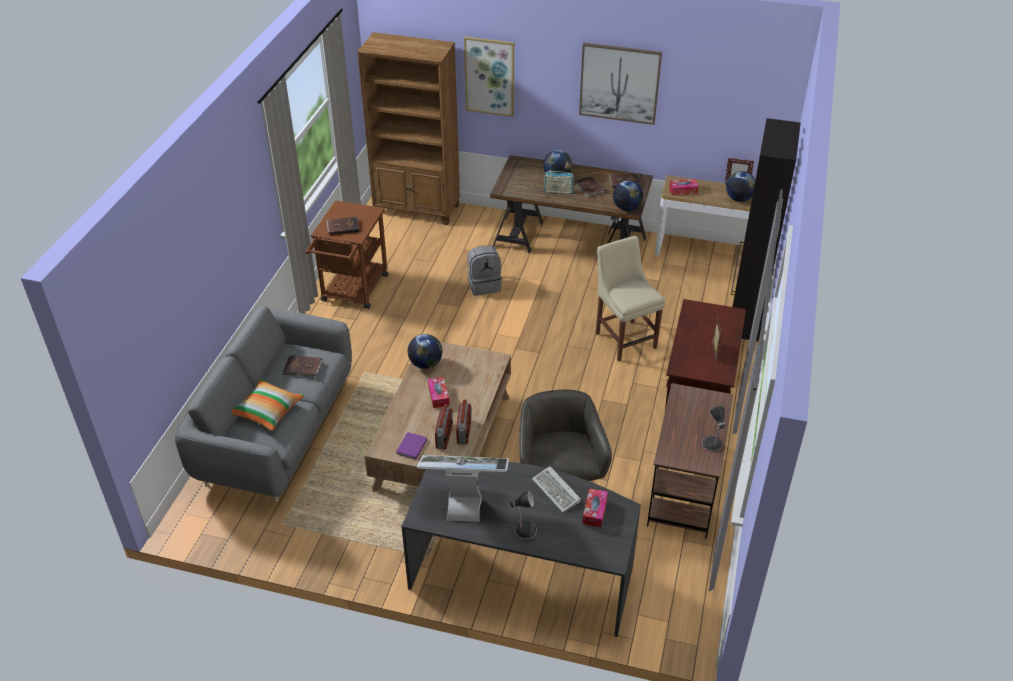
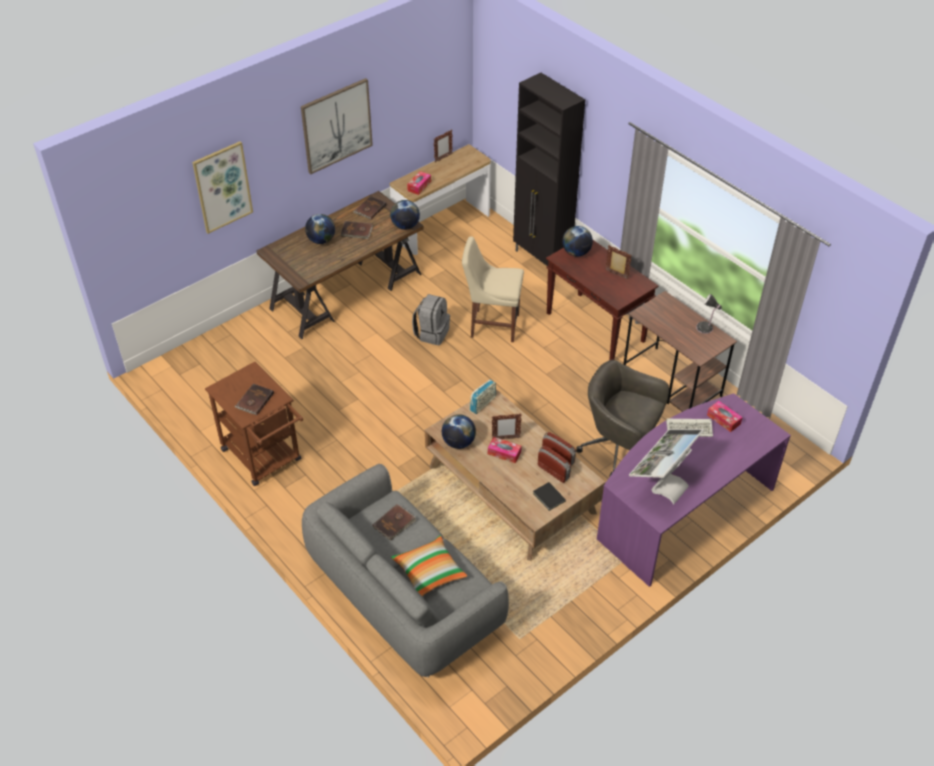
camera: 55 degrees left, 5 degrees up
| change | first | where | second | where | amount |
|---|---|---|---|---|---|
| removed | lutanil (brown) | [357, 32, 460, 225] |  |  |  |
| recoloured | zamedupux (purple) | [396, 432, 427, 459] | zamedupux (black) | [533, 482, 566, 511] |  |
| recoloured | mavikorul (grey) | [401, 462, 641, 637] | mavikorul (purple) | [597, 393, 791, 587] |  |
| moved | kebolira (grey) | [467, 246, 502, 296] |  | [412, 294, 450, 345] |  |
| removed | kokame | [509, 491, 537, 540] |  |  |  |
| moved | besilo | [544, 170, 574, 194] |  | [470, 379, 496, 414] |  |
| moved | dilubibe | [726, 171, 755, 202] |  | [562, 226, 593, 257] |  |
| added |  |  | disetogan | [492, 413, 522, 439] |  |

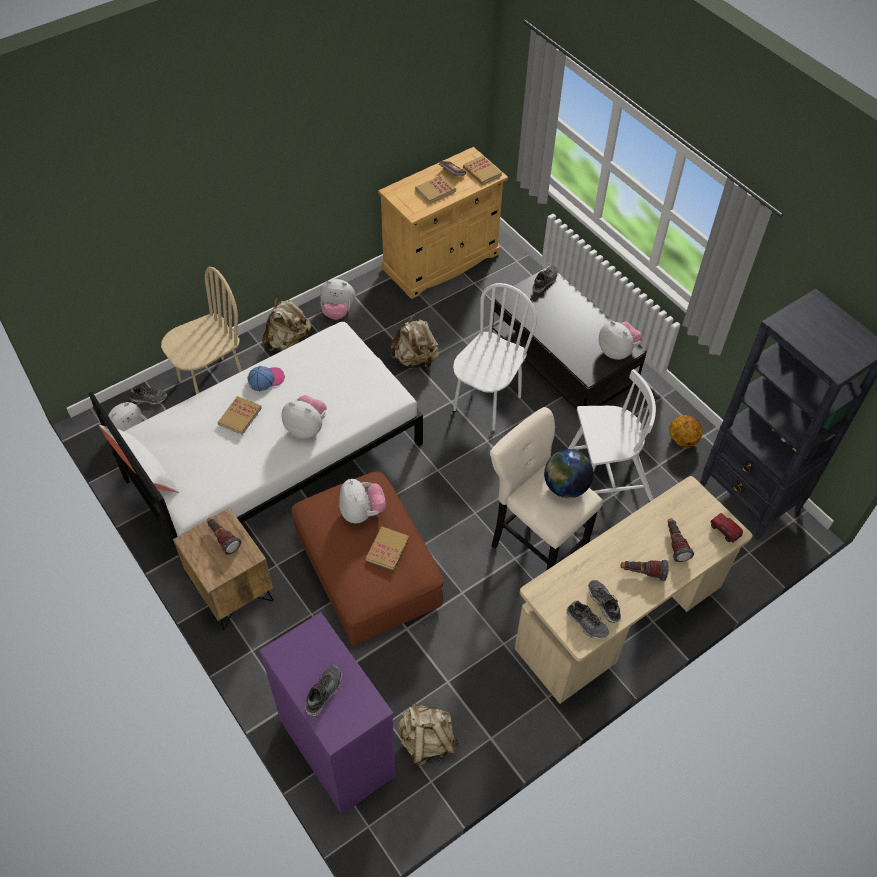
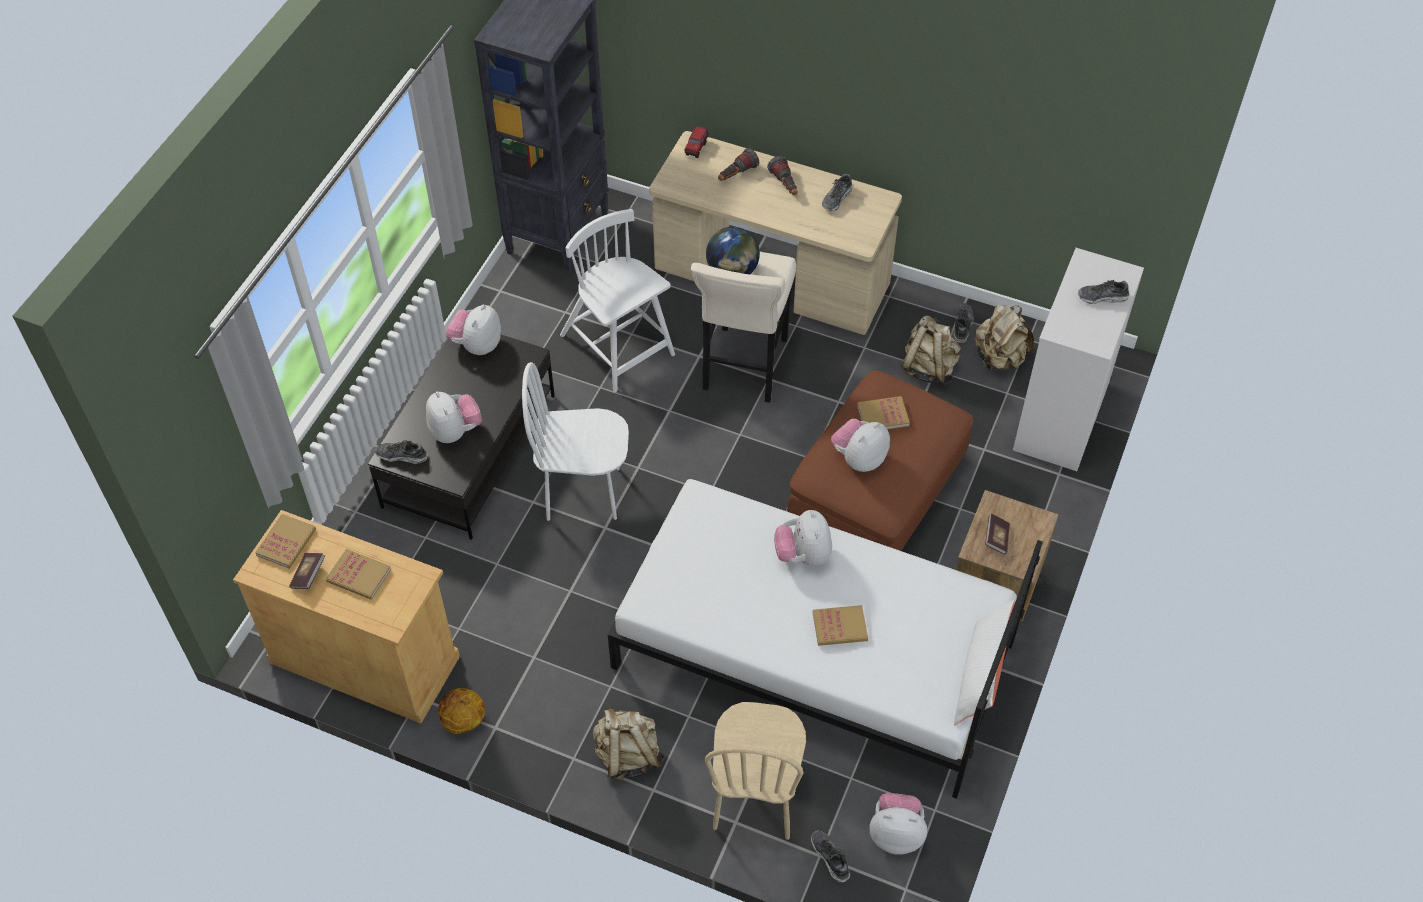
camera: 120 degrees left, 0 degrees up
| change | first | where | second | where | amount |
|---|---|---|---|---|---|
| turned | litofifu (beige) | [161, 267, 242, 394] |  | [705, 702, 806, 840] | 105 degrees counterclockwise |
| replaced | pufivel | [207, 518, 241, 555] | zamedupux | [985, 513, 1010, 554] |  |
| removed | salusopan | [247, 366, 285, 391] |  |  |  |
| recoloured | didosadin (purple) | [259, 612, 396, 814] | didosadin (white) | [1013, 248, 1144, 471] |  |
| moved | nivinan | [320, 279, 355, 320] |  | [426, 391, 482, 443] |  |
| moved | kebolira (beige) | [390, 314, 439, 369] |  | [901, 316, 961, 385] |  |
| moved | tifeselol | [566, 601, 609, 639] |  | [953, 303, 974, 343] |  |
| moved | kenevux | [669, 415, 703, 448] |  | [438, 688, 485, 734] |  |

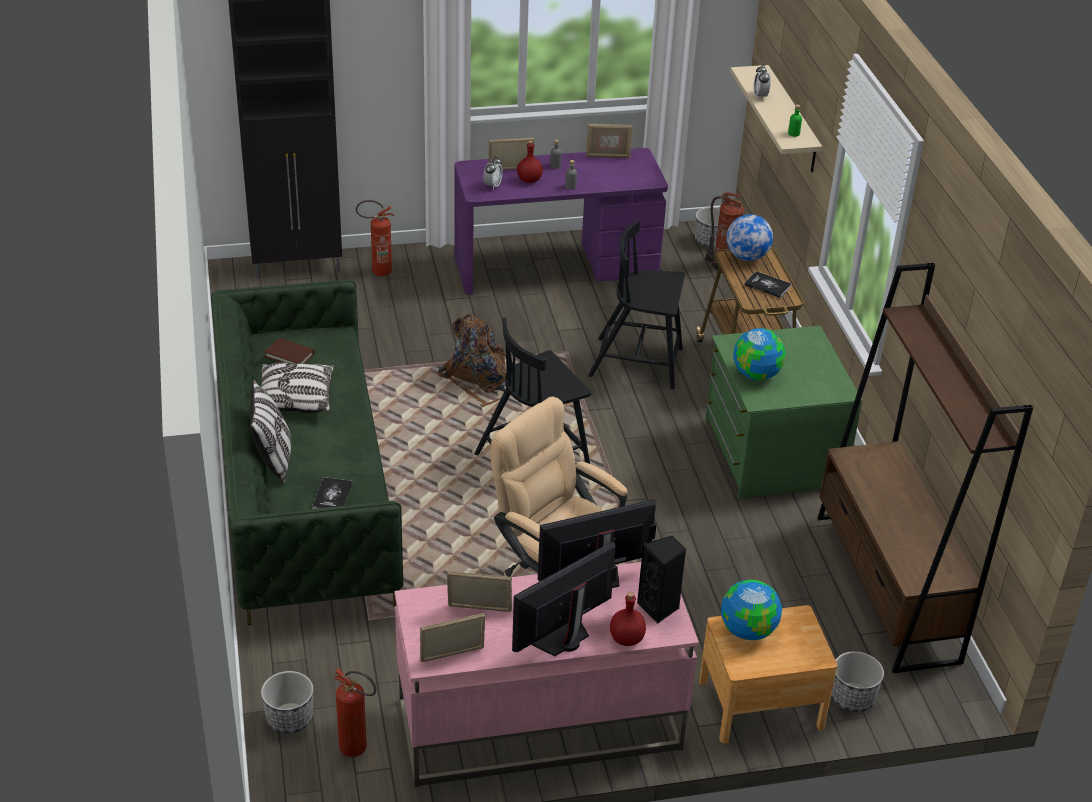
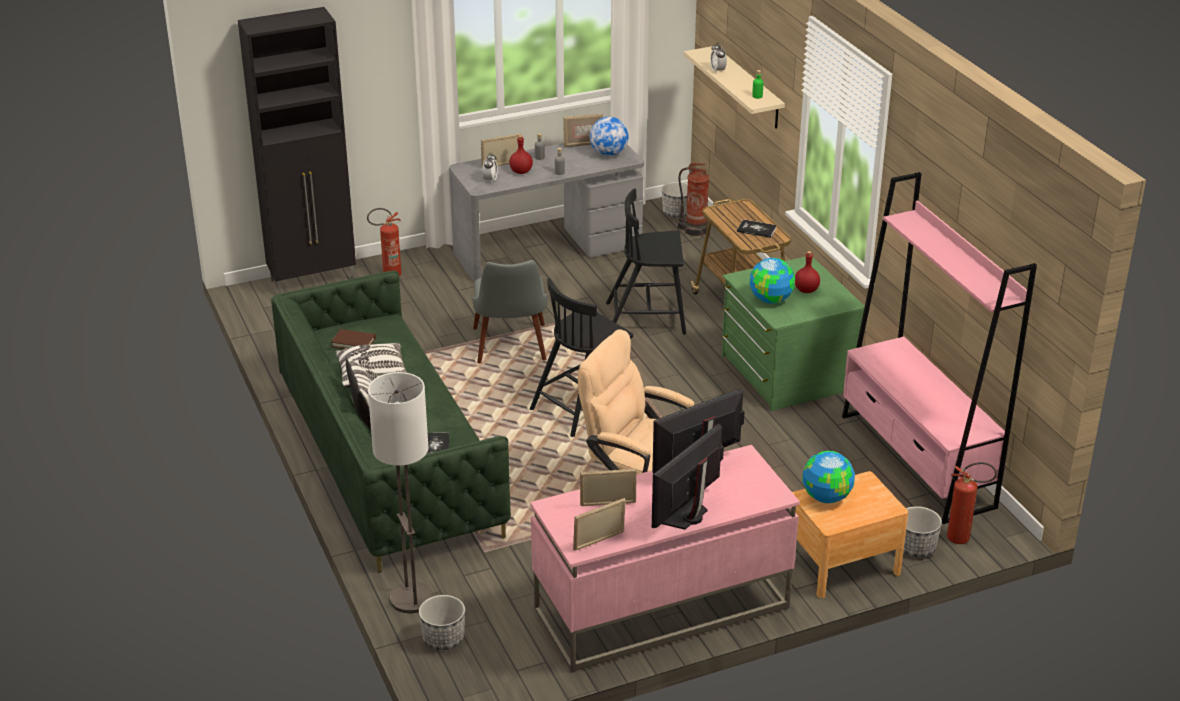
camera: 10 degrees left, 5 degrees down
| change | first | where | second | where | amount |
|---|---|---|---|---|---|
| moved | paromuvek | [333, 668, 376, 757] |  | [947, 462, 997, 544] |  |
| replaced | kebolira (brown) | [438, 314, 507, 407] | litofifu (grey) | [472, 260, 548, 364] |  |
| recoloured | mavikorul (purple) | [454, 148, 668, 295] | mavikorul (grey) | [449, 143, 644, 283] |  |
| moved | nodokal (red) | [610, 592, 646, 646] |  | [795, 251, 820, 293] |  |
| removed | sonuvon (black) | [637, 536, 686, 624] |  |  |  |
| moved | dilubibe | [726, 214, 773, 261] |  | [590, 117, 629, 156] |  |
| recoloured | lutanil (brown) | [818, 263, 1033, 673] | lutanil (pink) | [842, 172, 1037, 524] |  |
| added |  |  | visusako | [368, 372, 433, 613] |  |

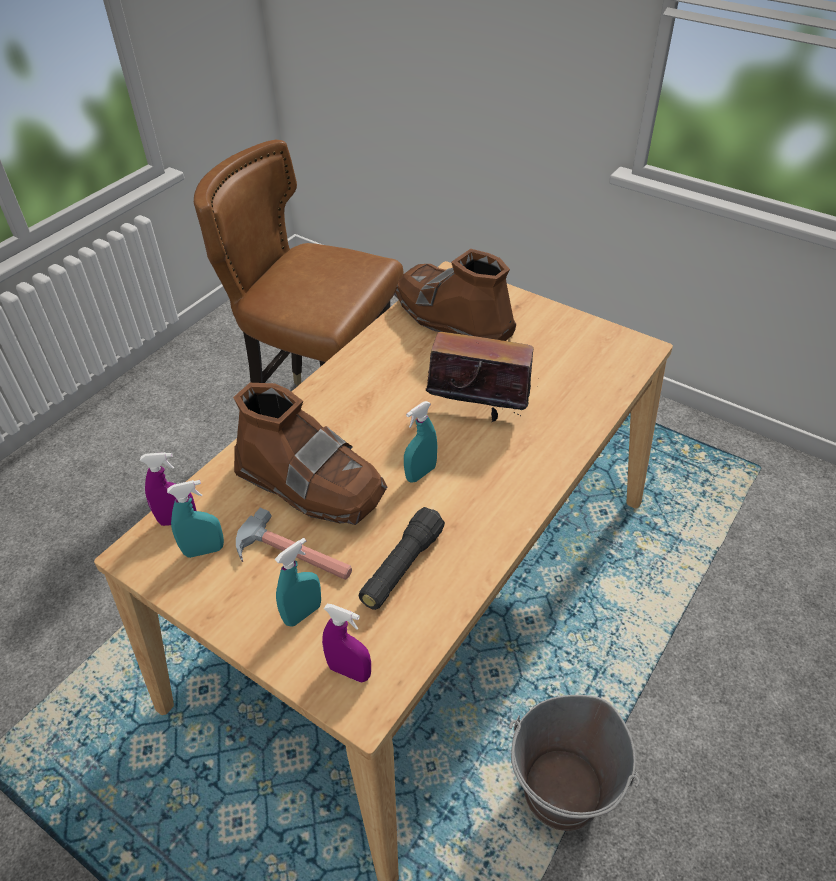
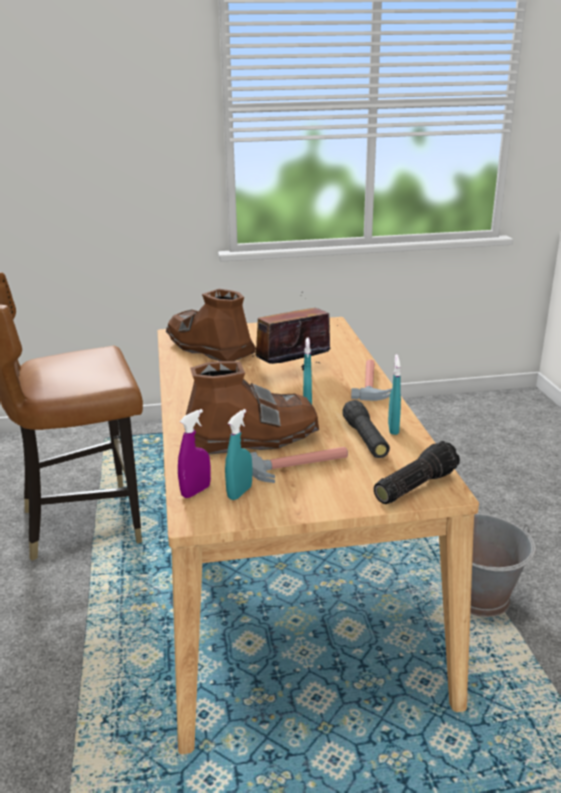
camera: 45 degrees left, 20 degrees down
| change | first | where | second | where | amount |
|---|---|---|---|---|---|
| moved | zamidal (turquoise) | [275, 538, 321, 627] |  | [388, 354, 401, 435] |  |
| replaced | zamidal (purple) | [322, 604, 371, 683] | pufivel | [374, 441, 460, 504] |  |
| turned | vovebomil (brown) | [394, 249, 516, 341] |  | [166, 289, 256, 361] | 45 degrees clockwise |
| added |  |  | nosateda | [351, 359, 392, 401] |  |

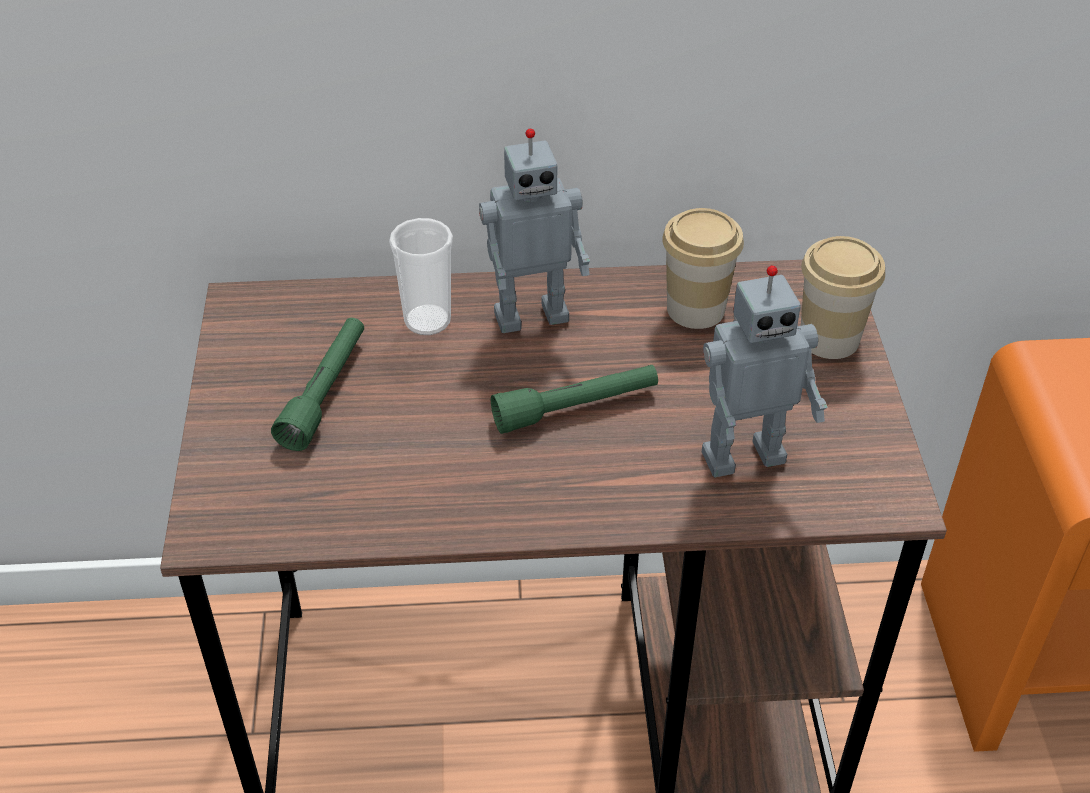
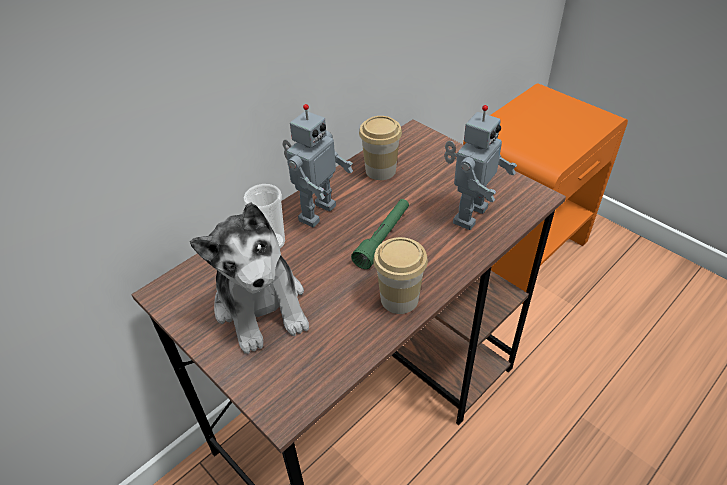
camera: 40 degrees left, 0 degrees up
| change | first | where | second | where | amount |
|---|---|---|---|---|---|
| replaced | pufivel (green) | [271, 318, 364, 451] | nivinan | [190, 202, 309, 354] |  |
| moved | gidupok | [801, 236, 885, 359] |  | [373, 237, 428, 314] |  |

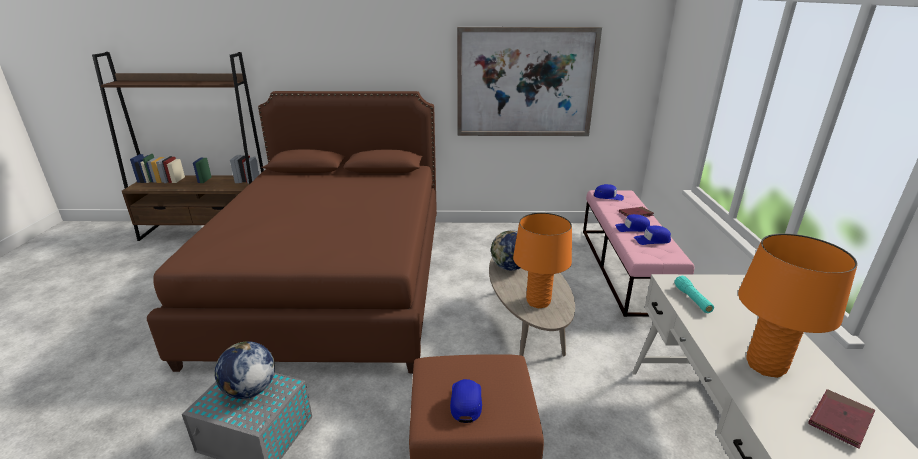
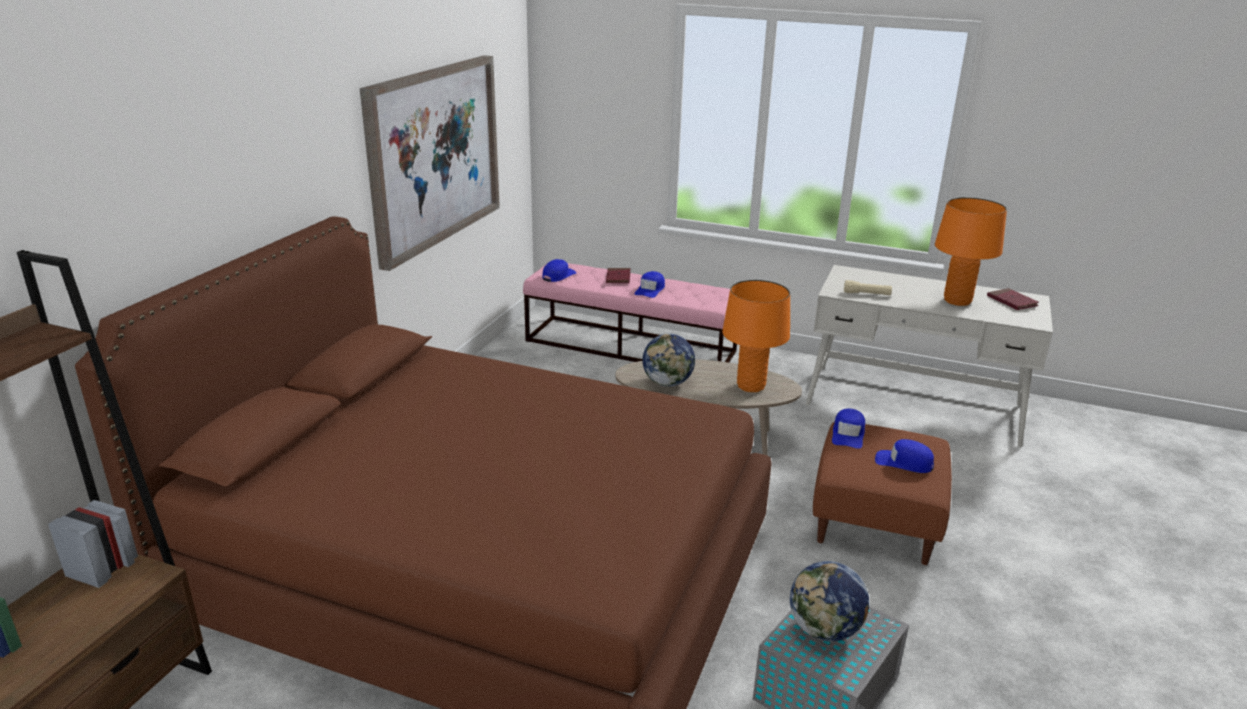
camera: 70 degrees left, 0 degrees up
| change | first | where | second | where | amount |
|---|---|---|---|---|---|
| moved | salusopan (blue) | [634, 226, 671, 245] |  | [832, 409, 865, 449] |  |
| recoloured | pufivel (turquoise) | [674, 276, 714, 313] | pufivel (beige) | [844, 280, 892, 295] |  |

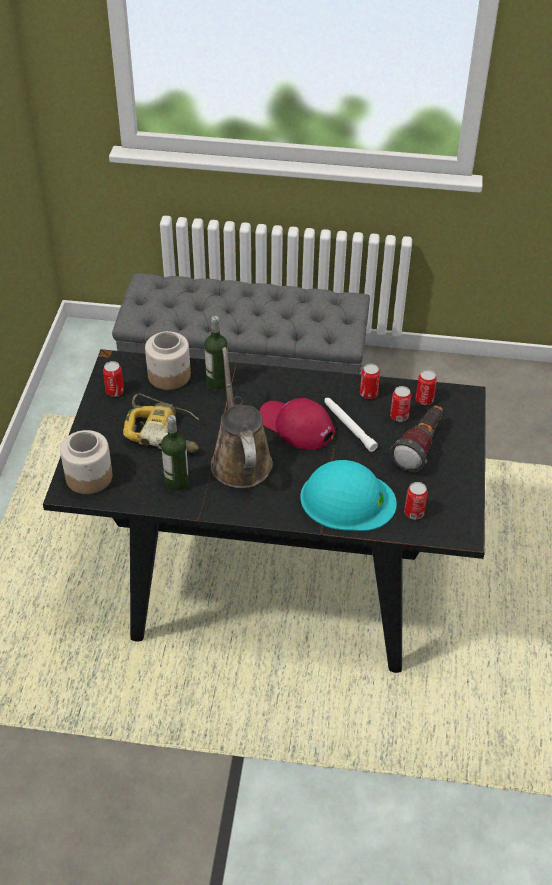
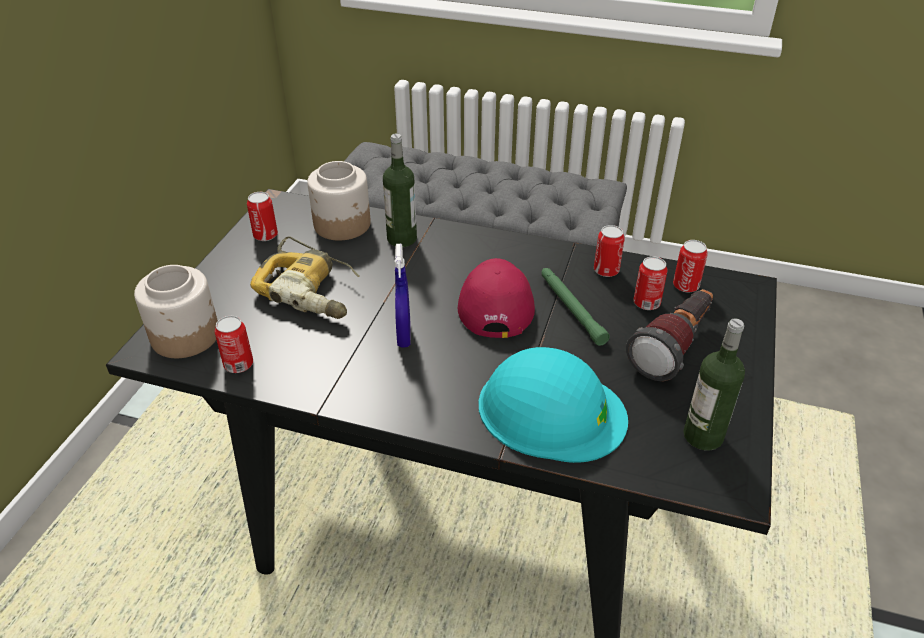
camera: 10 degrees right, 5 degrees down
| change | first | where | second | where | amount |
|---|---|---|---|---|---|
| moved | nodokal | [161, 415, 189, 492] |  | [683, 319, 745, 451] |  |
| replaced | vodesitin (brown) | [211, 347, 273, 488] | zamidal (blue) | [395, 244, 411, 348] |  |
| turned | salusopan (red) | [259, 398, 335, 450] |  | [458, 258, 535, 338] | 45 degrees clockwise |
| recoloured | pufivel (white) | [324, 398, 378, 452] | pufivel (green) | [542, 268, 610, 346] |  |
| moved | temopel | [404, 482, 428, 520] |  | [215, 316, 253, 373] |  |

